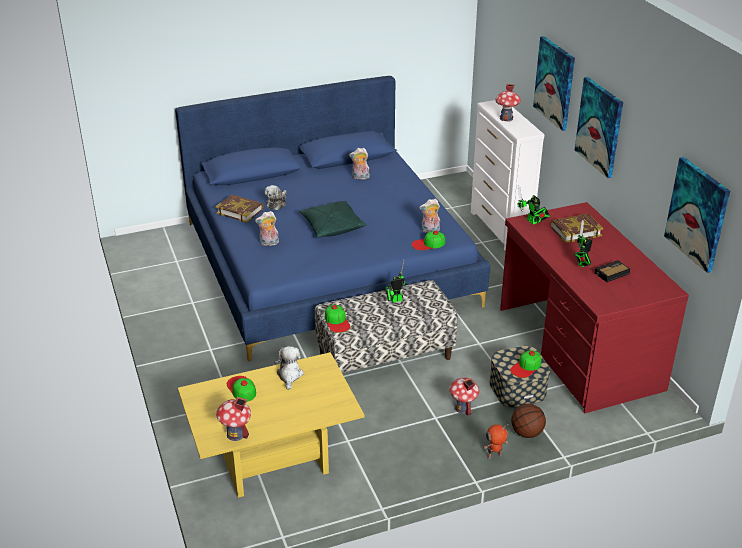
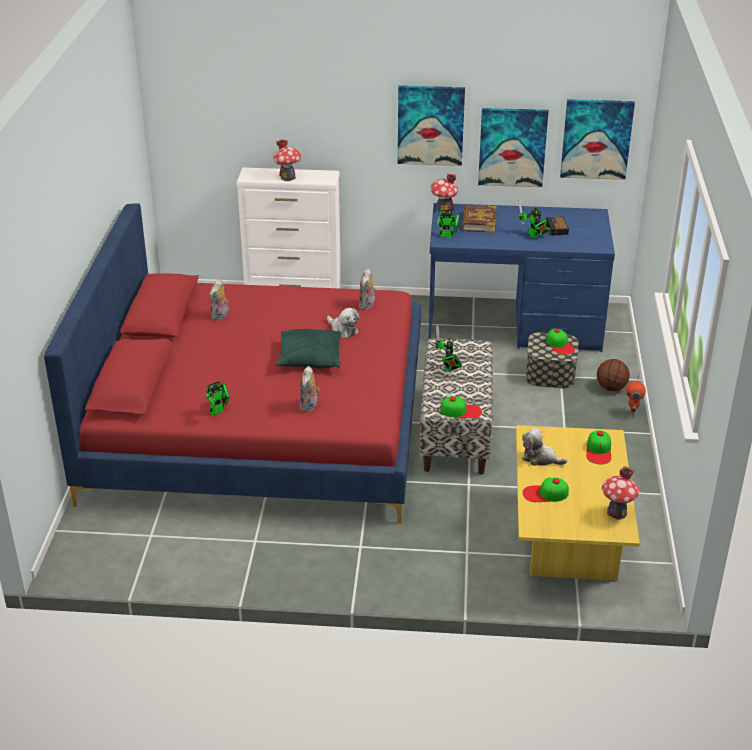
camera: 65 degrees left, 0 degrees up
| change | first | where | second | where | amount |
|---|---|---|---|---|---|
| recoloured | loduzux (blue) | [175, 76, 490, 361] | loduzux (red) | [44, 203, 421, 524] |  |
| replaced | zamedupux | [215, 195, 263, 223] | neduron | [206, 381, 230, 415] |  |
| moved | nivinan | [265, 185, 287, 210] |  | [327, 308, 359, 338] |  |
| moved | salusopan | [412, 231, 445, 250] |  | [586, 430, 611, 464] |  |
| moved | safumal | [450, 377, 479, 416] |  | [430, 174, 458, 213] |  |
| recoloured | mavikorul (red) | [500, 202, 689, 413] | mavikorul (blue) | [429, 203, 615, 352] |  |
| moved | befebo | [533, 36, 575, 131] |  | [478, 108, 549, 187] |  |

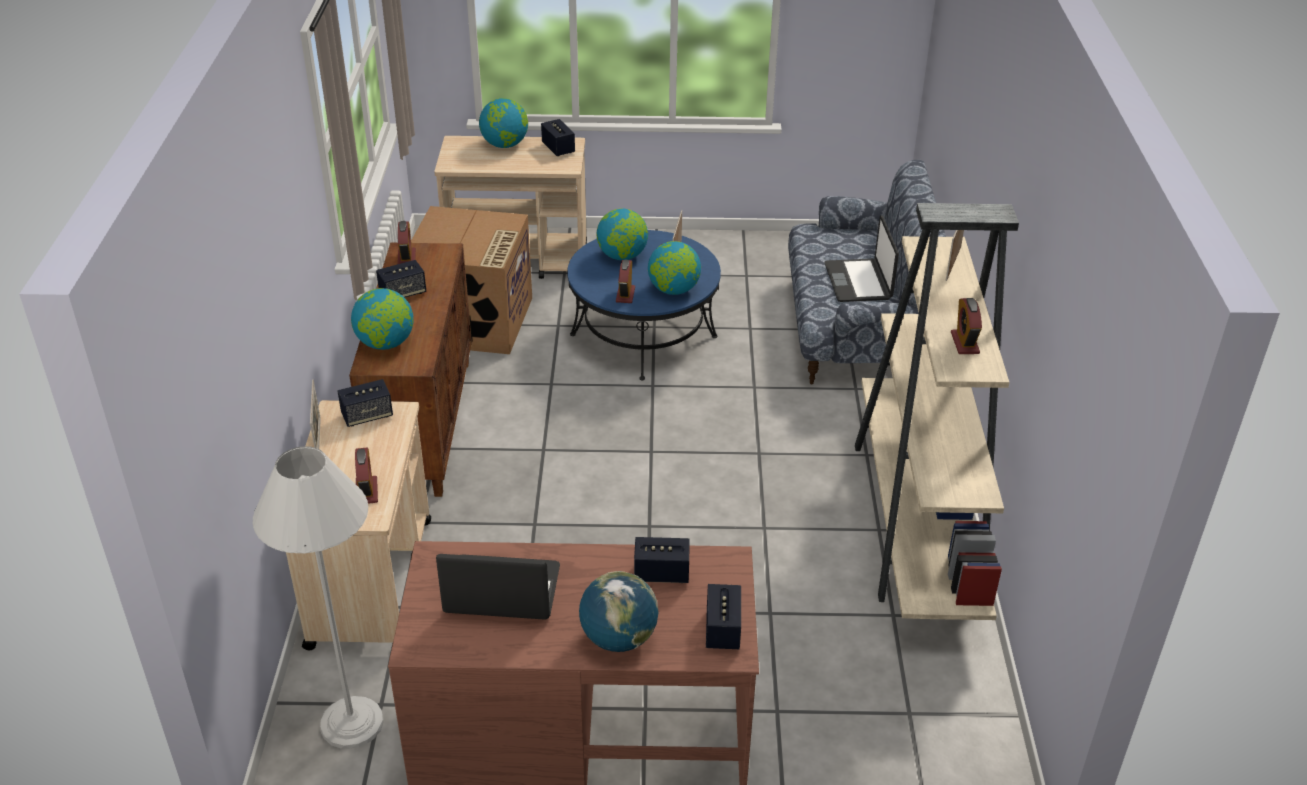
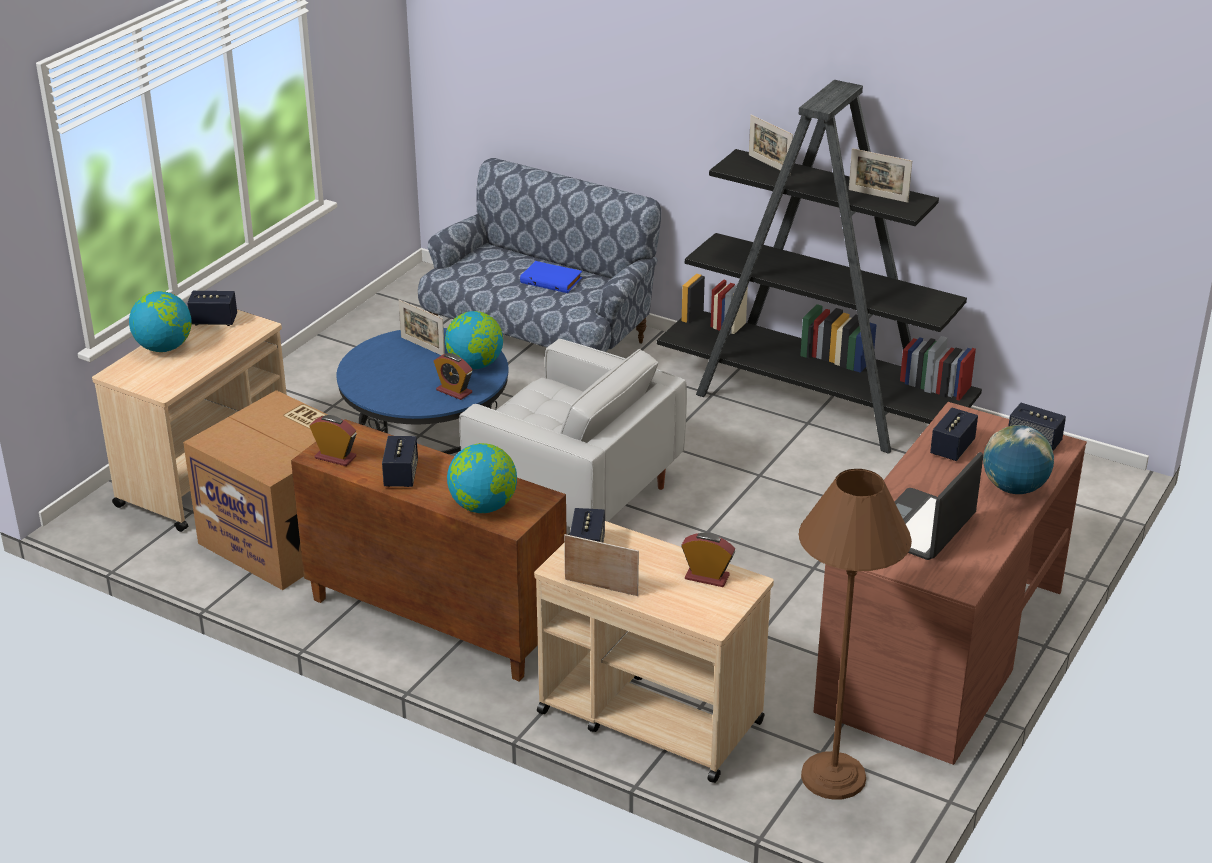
camera: 60 degrees left, 5 degrees down
| change | first | where | second | where | amount |
|---|---|---|---|---|---|
| recoloured | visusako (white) | [253, 446, 384, 749] | visusako (brown) | [798, 469, 912, 800] |  |
| removed | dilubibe | [596, 208, 648, 260] |  |  |  |
| replaced | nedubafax | [824, 215, 899, 302] | zamedupux (blue) | [520, 261, 582, 293] |  |
| recoloured | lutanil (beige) | [855, 203, 1019, 620] | lutanil (black) | [657, 80, 982, 454] |  |
| replaced | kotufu | [951, 298, 982, 354] | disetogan | [849, 148, 912, 203] |  |
| added |  |  | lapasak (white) | [459, 339, 687, 527] |  |

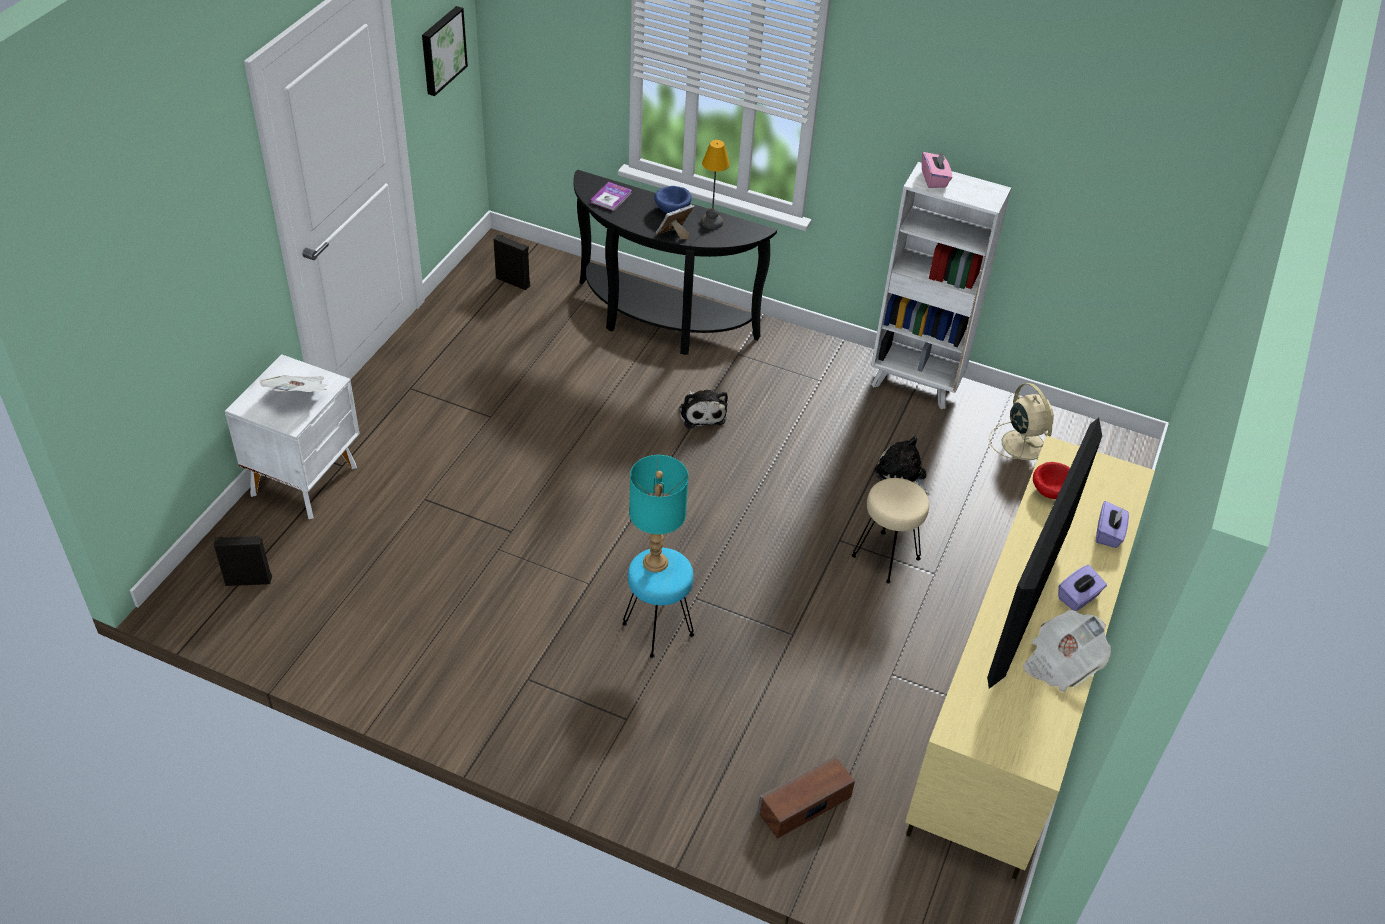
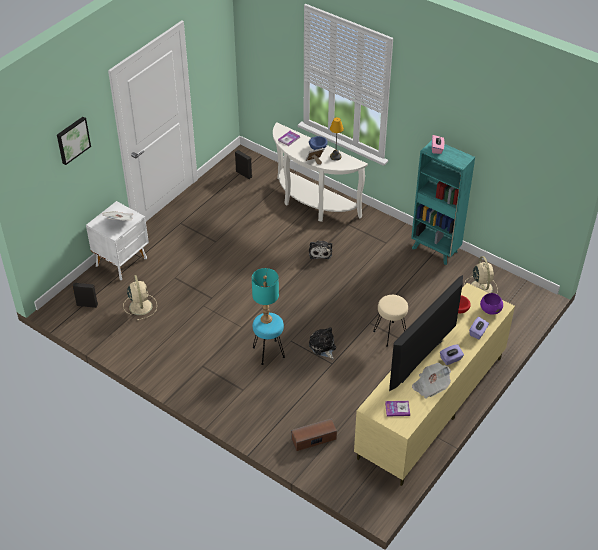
camera: 15 degrees right, 0 degrees up
| change | first | where | second | where | amount |
|---|---|---|---|---|---|
| moved | befebo | [422, 6, 468, 96] |  | [57, 117, 91, 165] |  |
| recoloured | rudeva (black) | [573, 170, 777, 355] | rudeva (white) | [273, 123, 368, 222] |  |
| recoloured | lutanil (white) | [871, 162, 1011, 409] | lutanil (turquoise) | [411, 140, 475, 265] |  |
| moved | nivinan | [875, 436, 930, 495] |  | [309, 327, 336, 359] |  |
| added |  |  | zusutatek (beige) | [123, 275, 157, 321] |  |
| added |  |  | zamedupux | [385, 401, 410, 417] |  |
| added |  |  | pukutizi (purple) | [480, 293, 503, 315] |  |

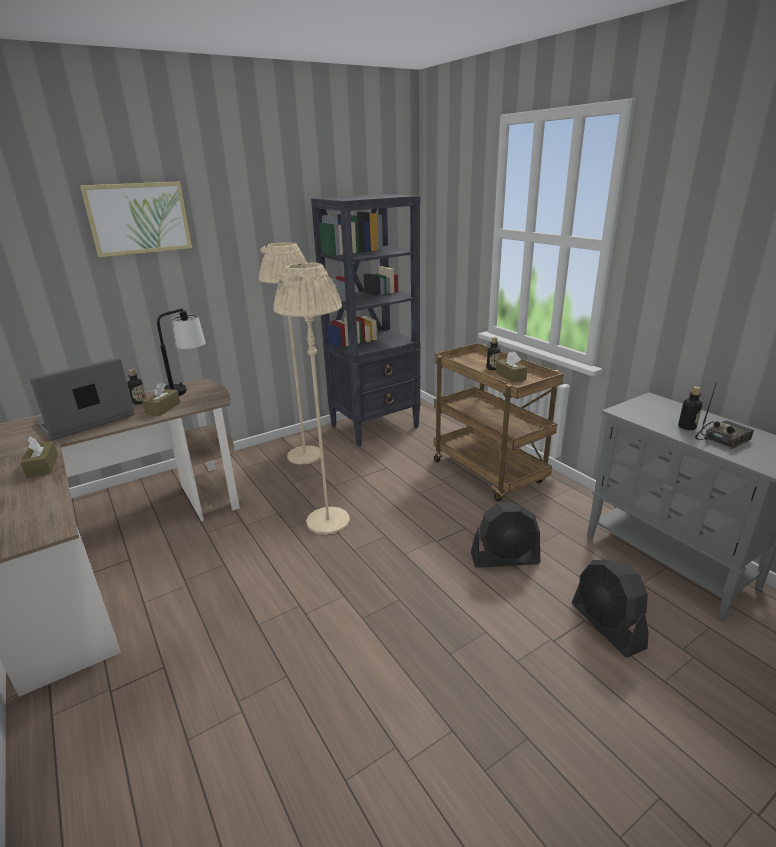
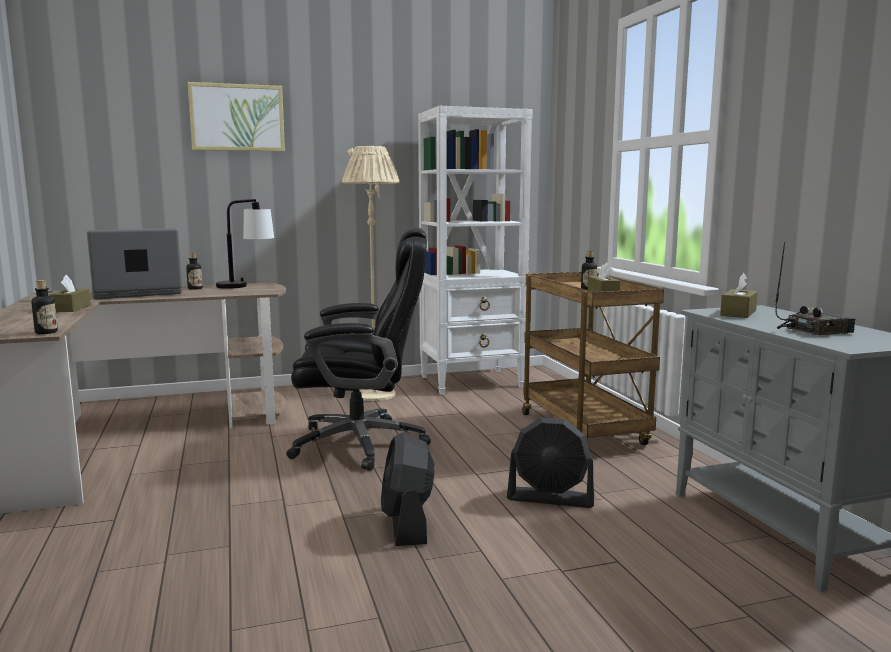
camera: 15 degrees right, 15 degrees down
| change | first | where | second | where | amount |
|---|---|---|---|---|---|
| moved | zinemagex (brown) | [142, 383, 180, 416] |  | [720, 273, 758, 318] |  |
| replaced | visusako (beige) | [274, 262, 350, 535] | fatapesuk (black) | [286, 227, 431, 471] |  |
| recoloured | lutanil (black) | [311, 194, 421, 447] | lutanil (white) | [418, 106, 533, 395] |  |
| moved | zusutatek (black) | [572, 560, 649, 658] |  | [381, 433, 435, 546] |  |
| moved | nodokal | [678, 386, 702, 430] |  | [31, 280, 58, 334] |  |

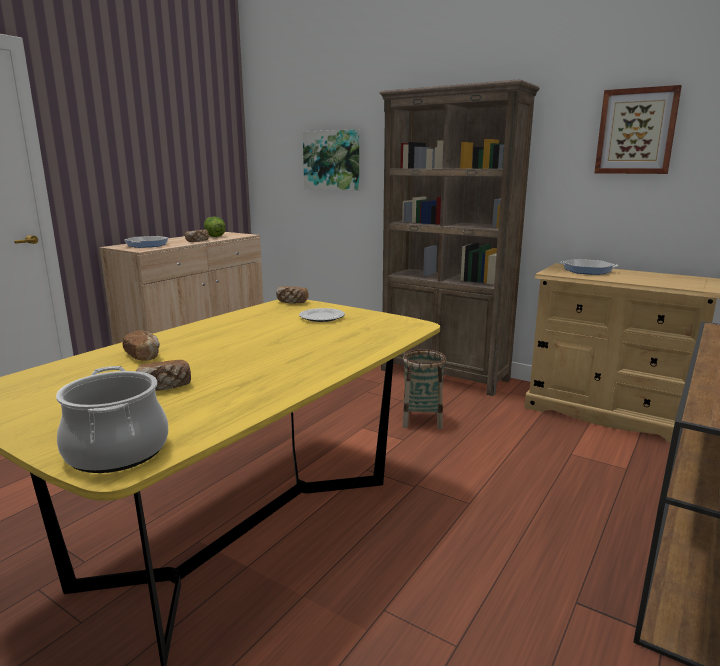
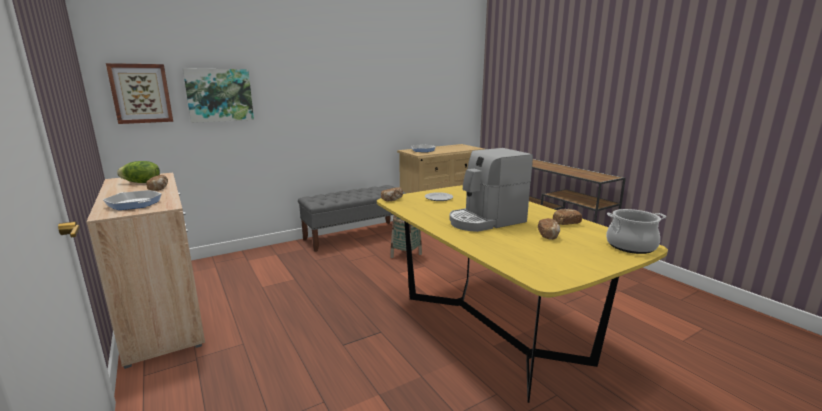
camera: 65 degrees left, 0 degrees up
| change | first | where | second | where | amount |
|---|---|---|---|---|---|
| moved | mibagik | [122, 331, 160, 361] |  | [553, 209, 582, 225] |  |
| replaced | lutanil (brown) | [379, 79, 540, 396] | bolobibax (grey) | [298, 185, 406, 252] |  |
| moved | befebo | [594, 85, 682, 174] |  | [106, 63, 173, 124] |  |
| added |  |  | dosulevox | [449, 148, 533, 232] |  |

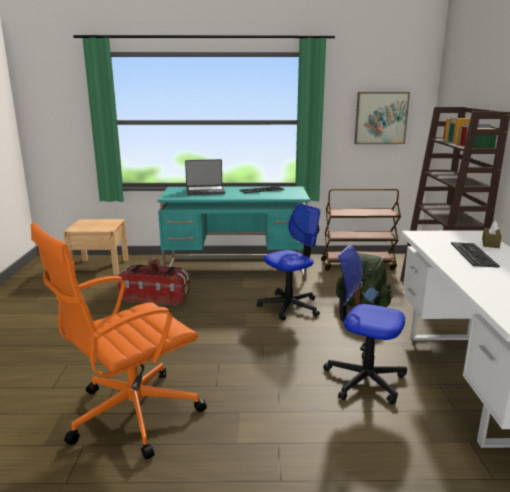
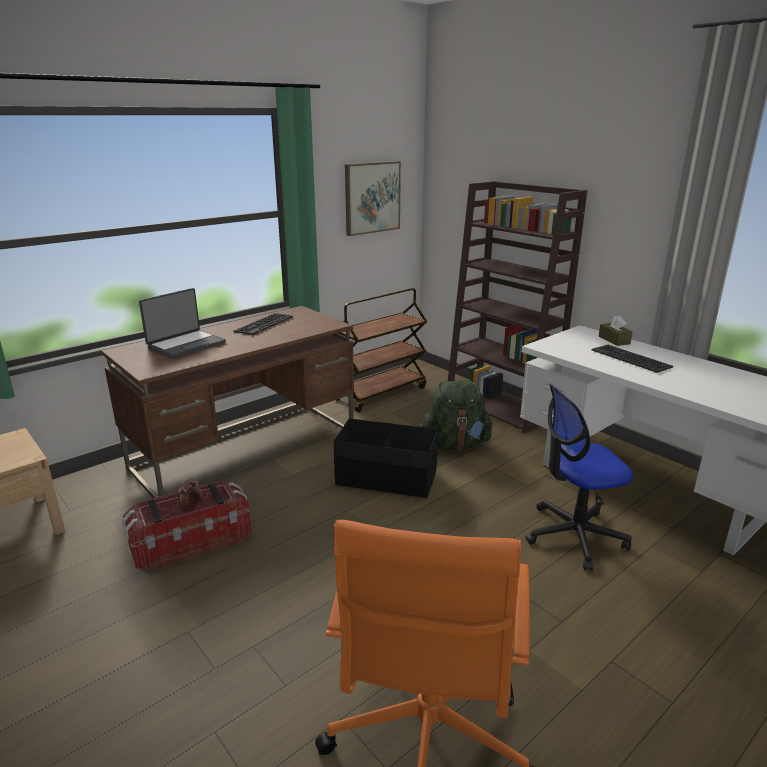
camera: 40 degrees left, 5 degrees up
| change | first | where | second | where | amount |
|---|---|---|---|---|---|
| recoloured | mavikorul (turquoise) | [157, 186, 310, 280] | mavikorul (brown) | [101, 306, 354, 498] |  |
| replaced | fatapesuk | [257, 203, 320, 321] | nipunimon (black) | [334, 418, 438, 498] |  |

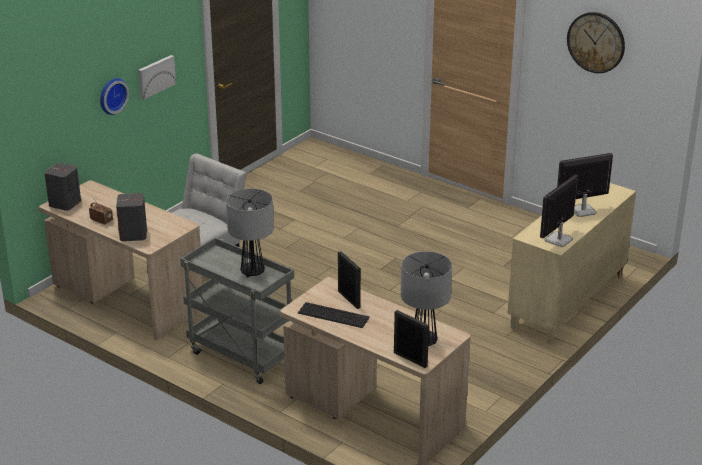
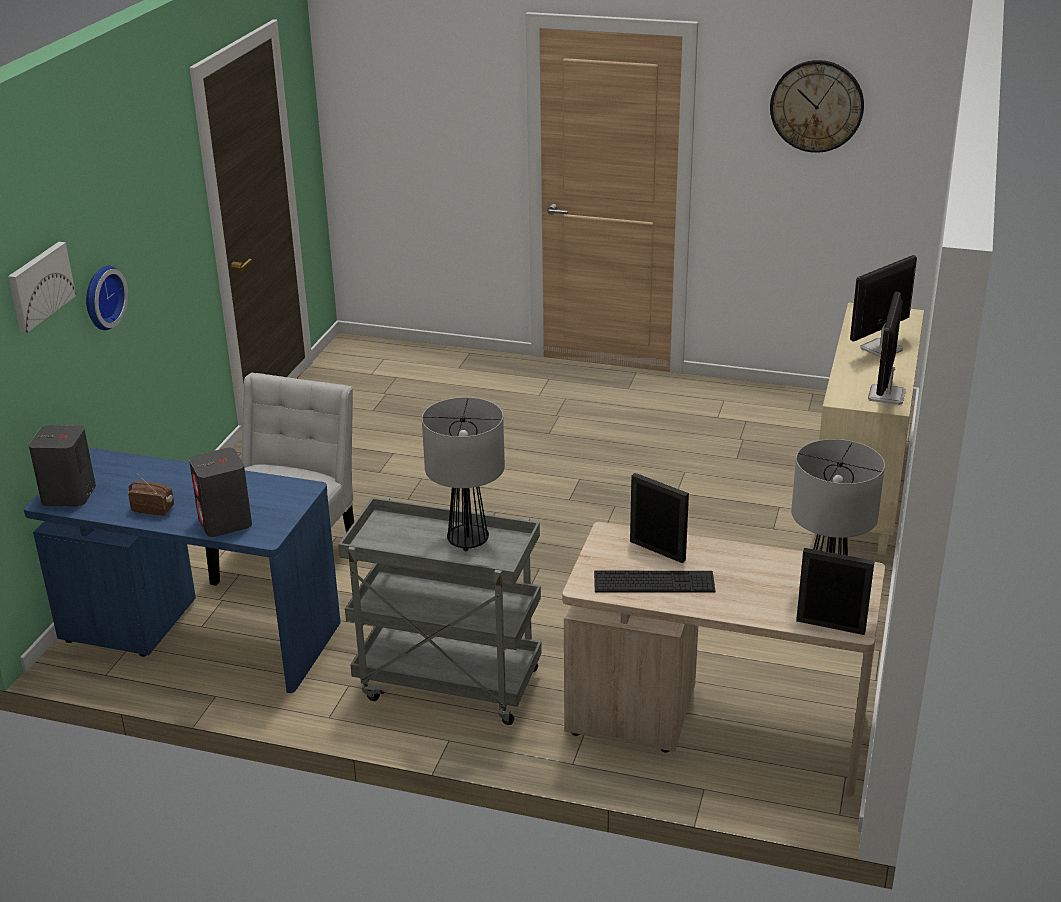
camera: 20 degrees left, 0 degrees up
| change | first | where | second | where | amount |
|---|---|---|---|---|---|
| recoloured | mavikorul (beige) | [39, 180, 203, 340] | mavikorul (blue) | [24, 448, 341, 693] |  |
| moved | befebo | [138, 55, 176, 99] |  | [8, 242, 76, 333] |  |

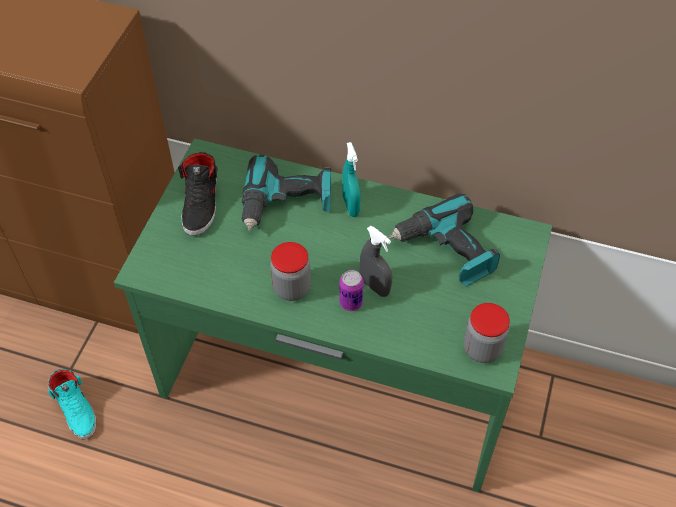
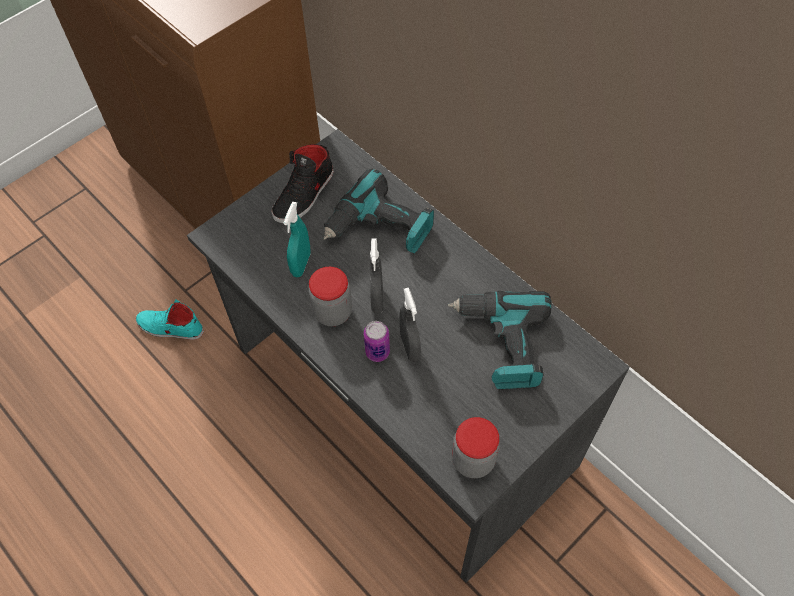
camera: 30 degrees right, 5 degrees up
| change | first | where | second | where | amount |
|---|---|---|---|---|---|
| turned | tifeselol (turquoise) | [48, 369, 96, 440] |  | [136, 299, 204, 340] | 105 degrees clockwise |
| recoloured | mavikorul (green) | [114, 138, 552, 492] | mavikorul (grey) | [187, 129, 630, 583] |  |
| moved | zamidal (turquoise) | [342, 142, 360, 217] |  | [283, 202, 311, 277] |  |
| added |  |  | zamidal (grey) | [370, 238, 383, 314] |  |

